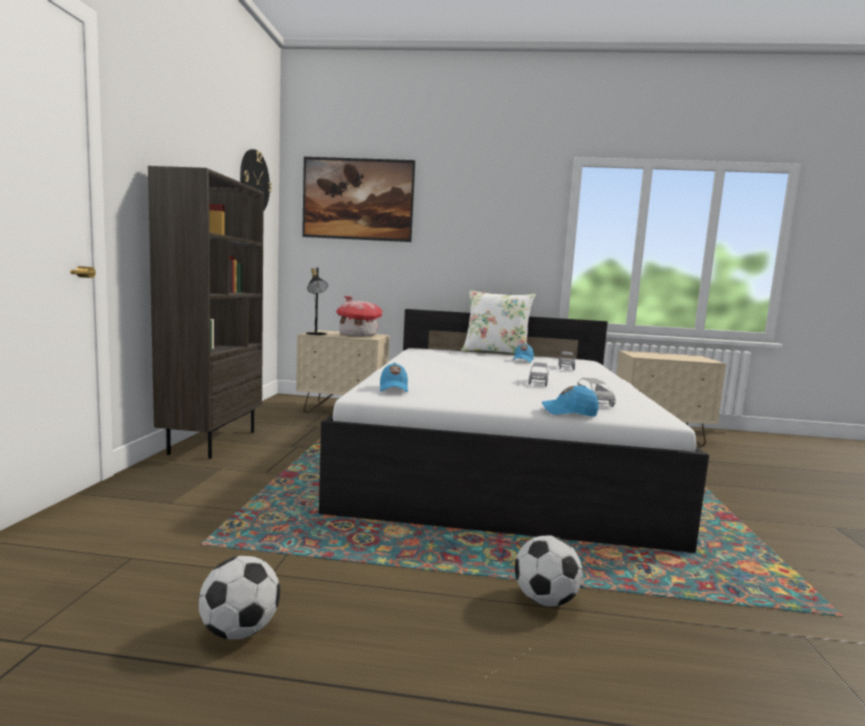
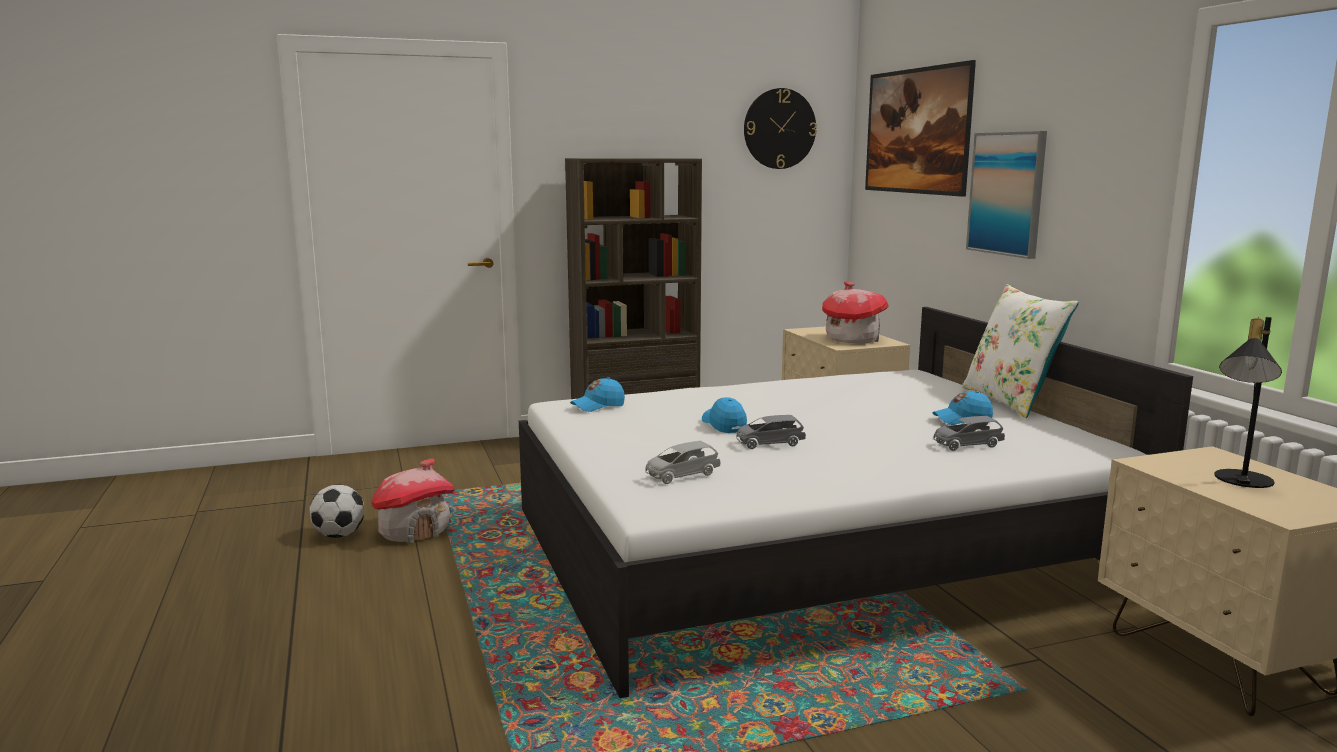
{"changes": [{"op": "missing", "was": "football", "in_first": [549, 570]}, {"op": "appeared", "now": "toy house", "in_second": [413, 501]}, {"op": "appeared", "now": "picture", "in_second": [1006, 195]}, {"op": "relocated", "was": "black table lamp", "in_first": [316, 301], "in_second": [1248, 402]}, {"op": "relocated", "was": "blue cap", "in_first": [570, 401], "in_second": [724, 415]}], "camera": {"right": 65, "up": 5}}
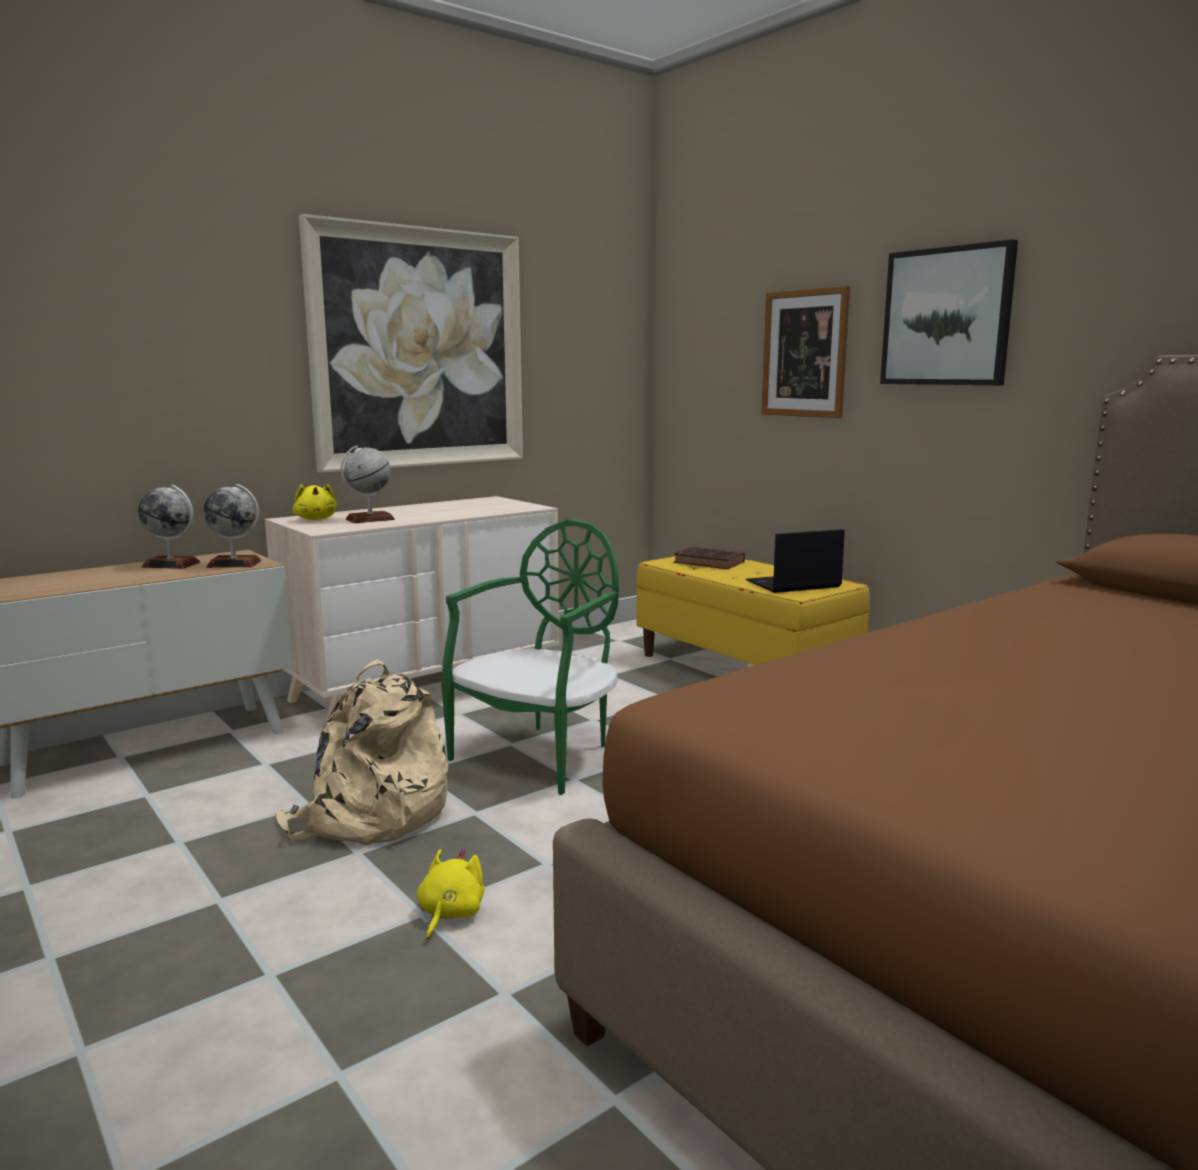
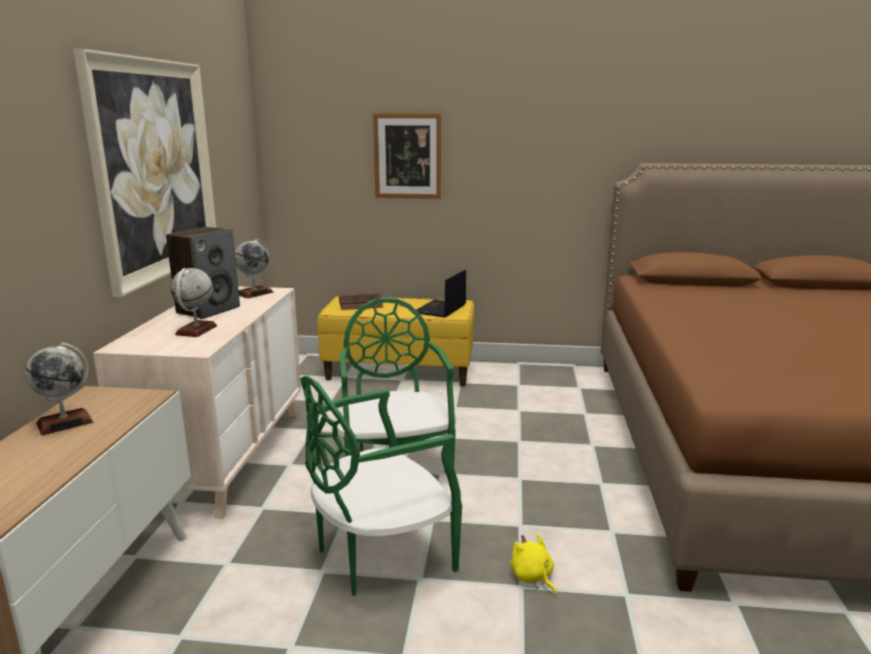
{"changes": [{"op": "missing", "was": "yellow plush toy", "in_first": [315, 502]}, {"op": "missing", "was": "picture", "in_first": [949, 312]}, {"op": "appeared", "now": "speaker", "in_second": [203, 273]}, {"op": "relocated", "was": "globe", "in_first": [232, 526], "in_second": [254, 268]}, {"op": "exchanged", "was": "beige backpack", "now": "green chair", "in_first": [361, 753], "in_second": [381, 485]}], "camera": {"right": -45, "up": 5}}
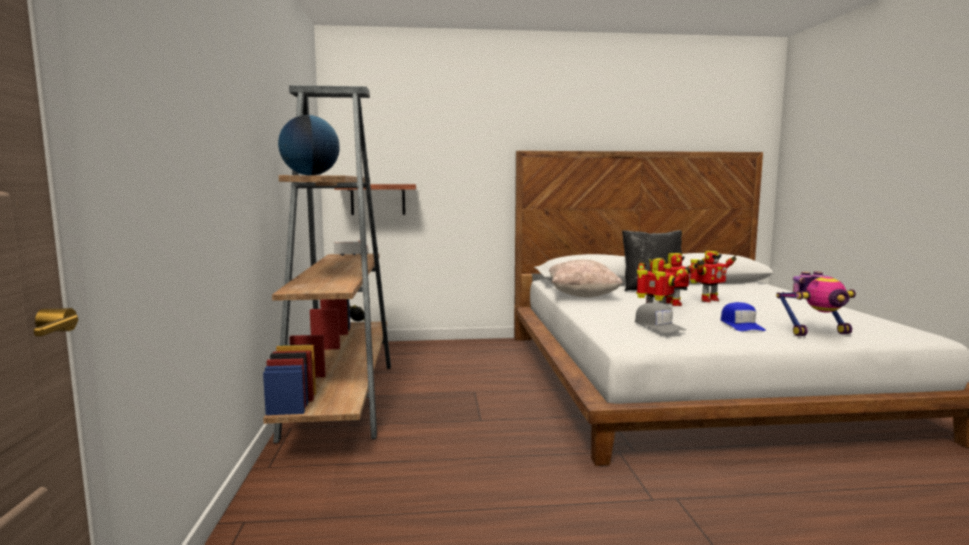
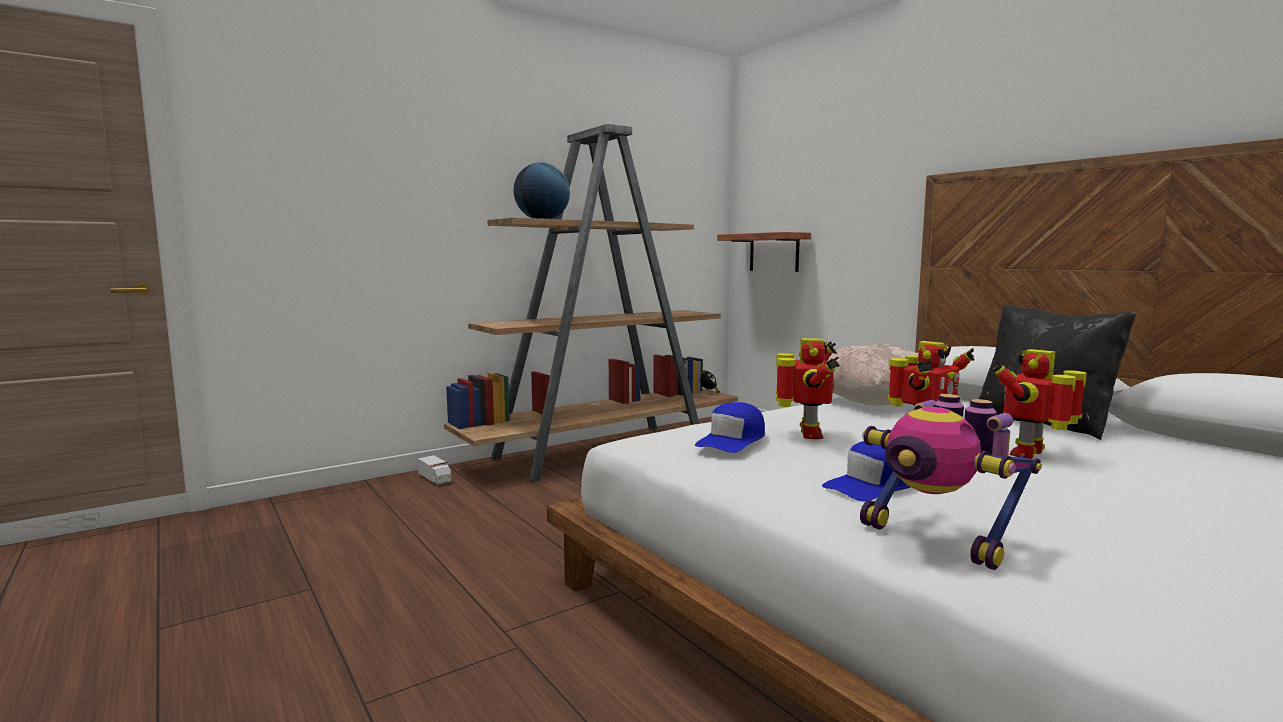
{"changes": [{"op": "relocated", "was": "toy truck", "in_first": [351, 248], "in_second": [434, 470]}, {"op": "colour", "was": "grey cap", "now": "blue cap", "in_first": [660, 317], "in_second": [730, 427]}, {"op": "spun", "was": "toy robot", "in_first": [713, 276], "in_second": [1039, 404], "clockwise": 105}], "camera": {"right": 60, "up": 0}}
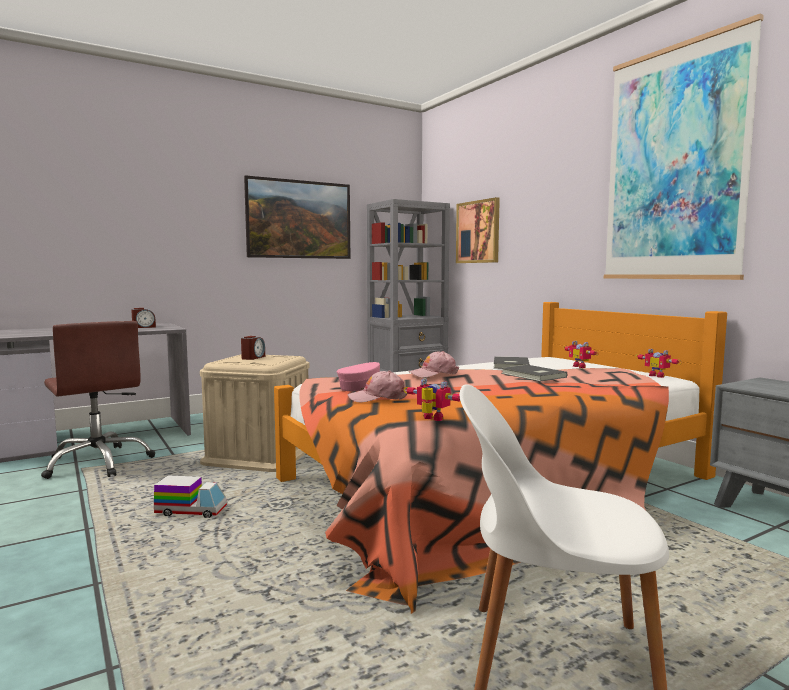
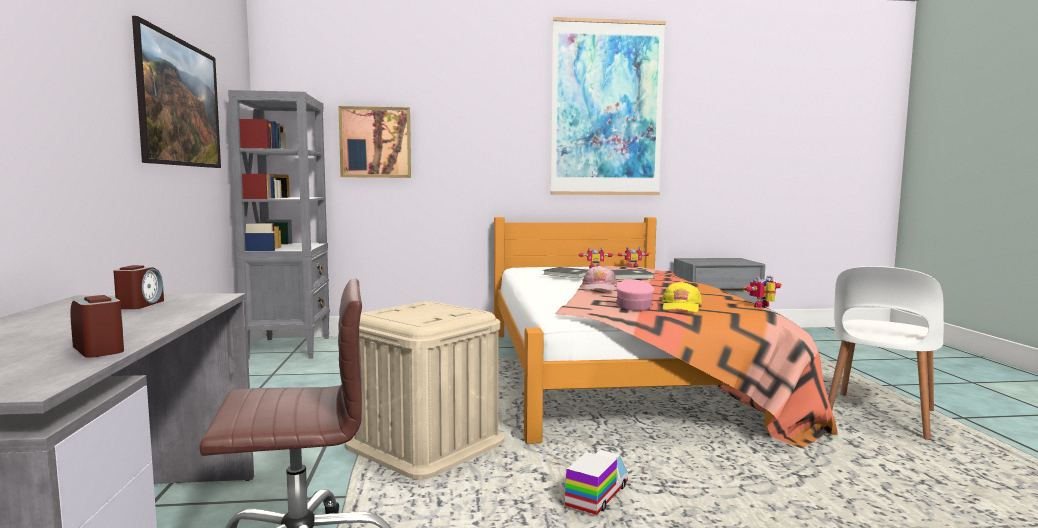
{"changes": [{"op": "relocated", "was": "alarm clock", "in_first": [253, 348], "in_second": [97, 326]}, {"op": "colour", "was": "pink cap", "now": "yellow cap", "in_first": [377, 387], "in_second": [681, 296]}], "camera": {"right": -65, "up": 0}}
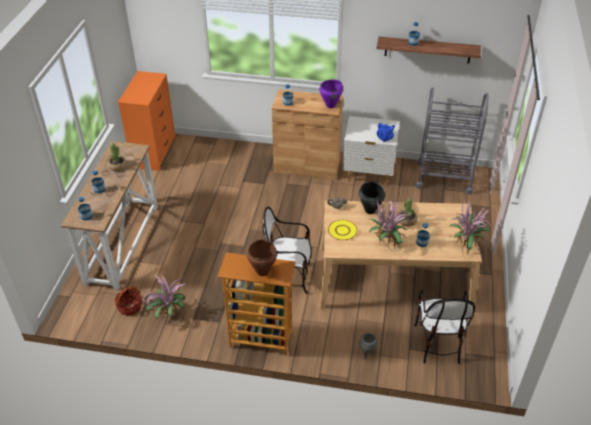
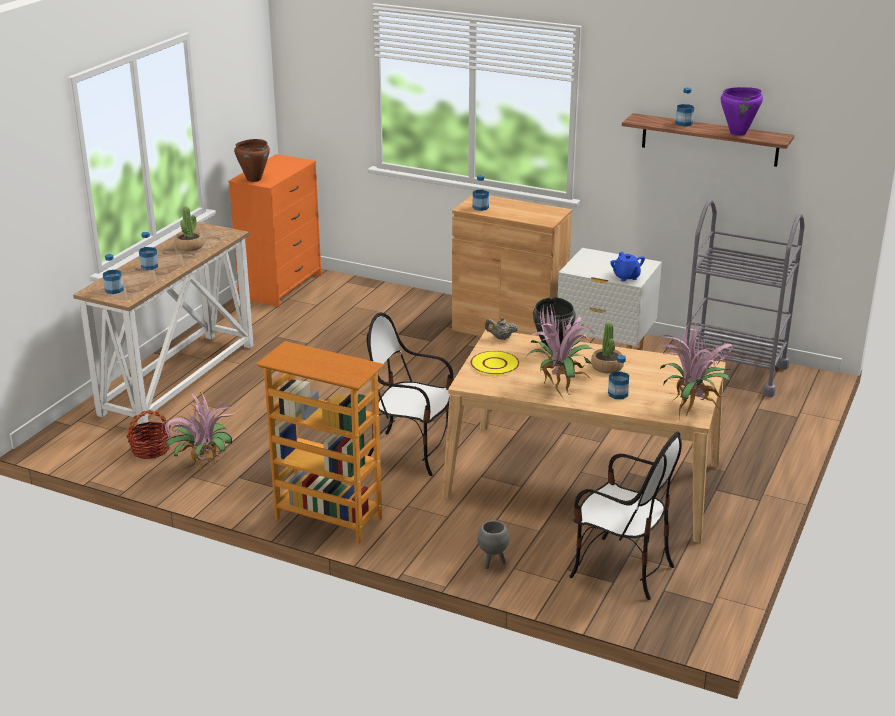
{"changes": [{"op": "relocated", "was": "brown cooking pot", "in_first": [262, 257], "in_second": [252, 160]}, {"op": "relocated", "was": "purple cooking pot", "in_first": [331, 94], "in_second": [742, 111]}, {"op": "spun", "was": "chair", "in_first": [444, 327], "in_second": [625, 515], "clockwise": -75}], "camera": {"right": 15, "up": -15}}
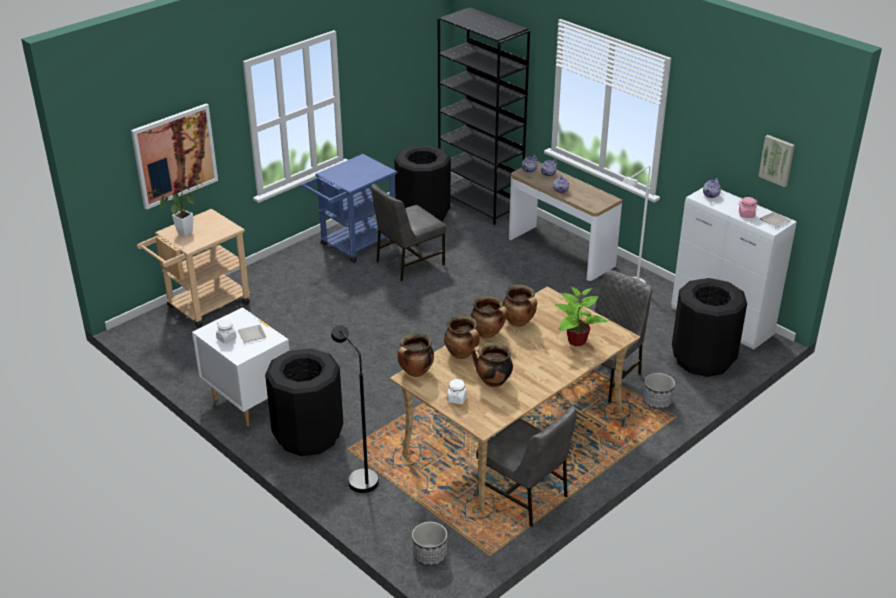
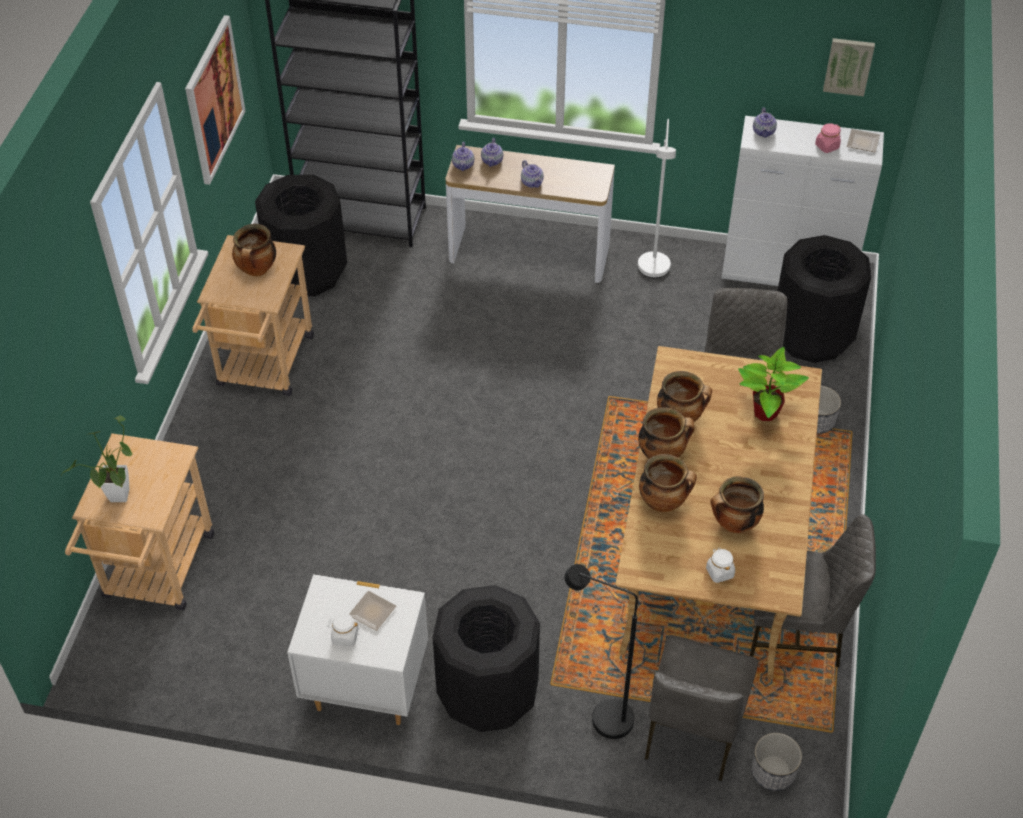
{"changes": [{"op": "relocated", "was": "picture", "in_first": [174, 157], "in_second": [215, 100]}, {"op": "relocated", "was": "grey chair", "in_first": [409, 232], "in_second": [701, 708]}, {"op": "relocated", "was": "cooking pot", "in_first": [416, 355], "in_second": [254, 250]}, {"op": "colour", "was": "blue cart", "now": "beige cart", "in_first": [349, 208], "in_second": [253, 315]}], "camera": {"right": -35, "up": 15}}
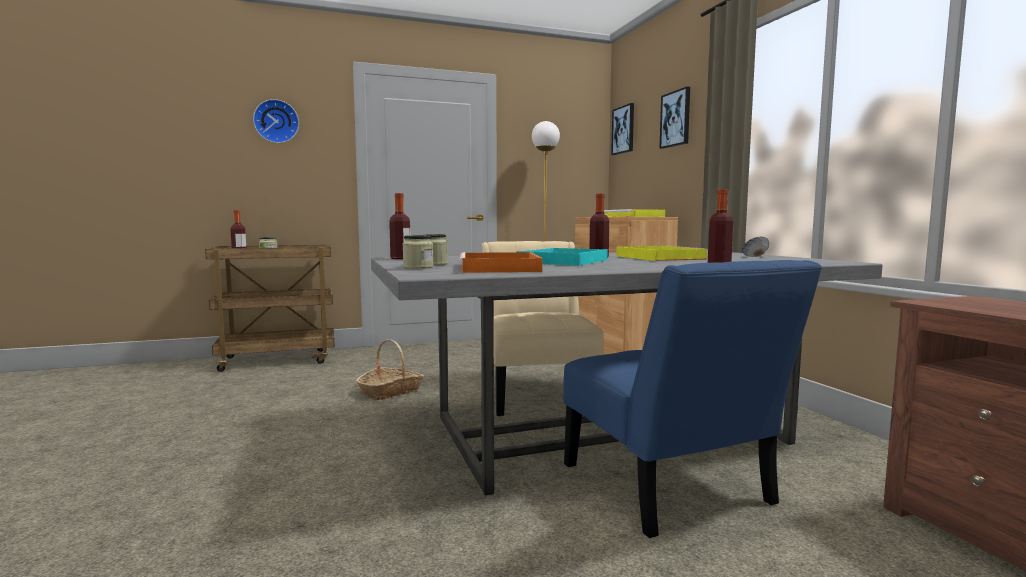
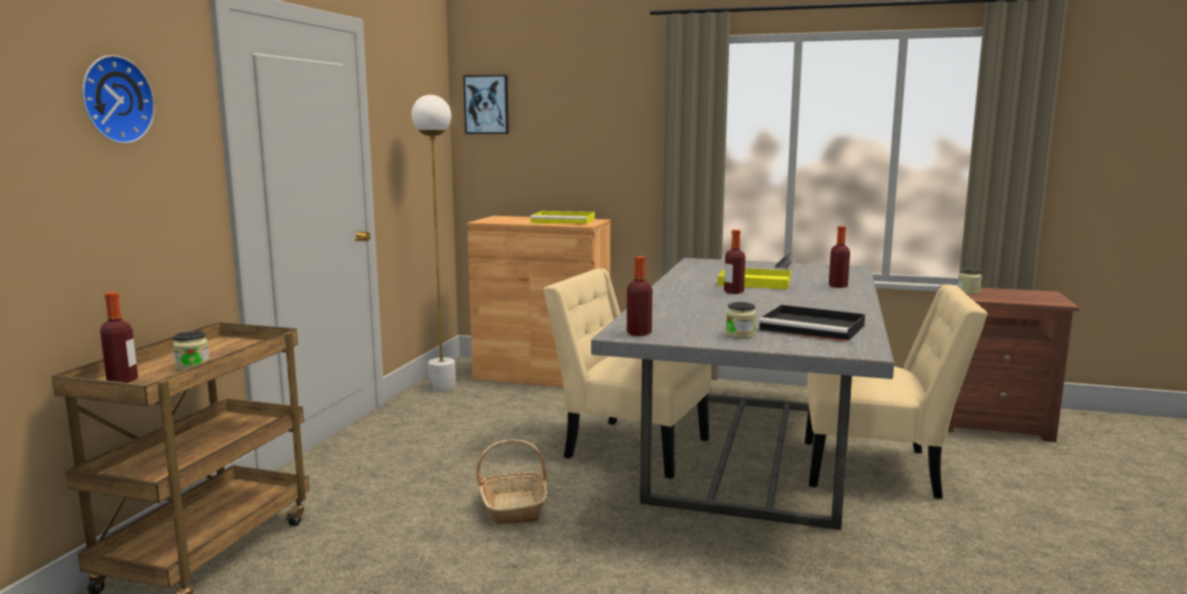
{"changes": [{"op": "missing", "was": "turquoise tray", "in_first": [562, 257]}, {"op": "missing", "was": "picture", "in_first": [674, 118]}, {"op": "relocated", "was": "jar", "in_first": [418, 252], "in_second": [970, 281]}, {"op": "colour", "was": "orange tray", "now": "black tray", "in_first": [500, 262], "in_second": [812, 323]}, {"op": "colour", "was": "blue chair", "now": "beige chair", "in_first": [692, 399], "in_second": [896, 391]}], "camera": {"right": -55, "up": 5}}
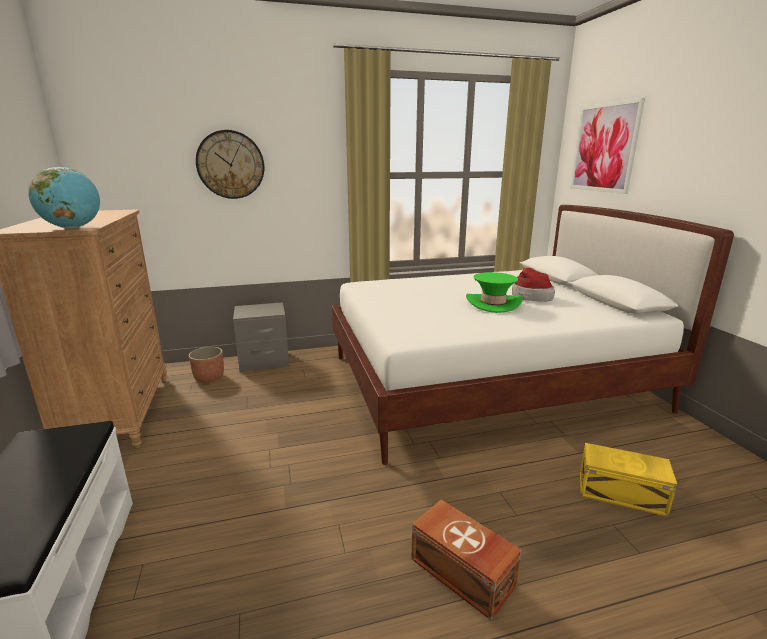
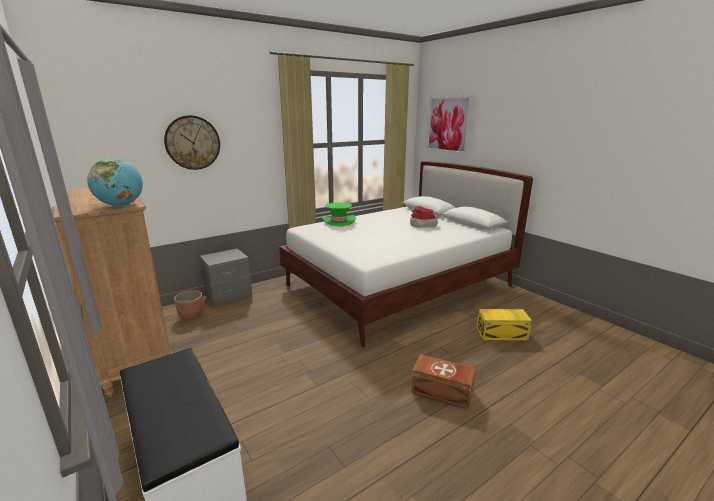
{"changes": [{"op": "relocated", "was": "green hat", "in_first": [494, 292], "in_second": [339, 214]}], "camera": {"right": -20, "up": 0}}
